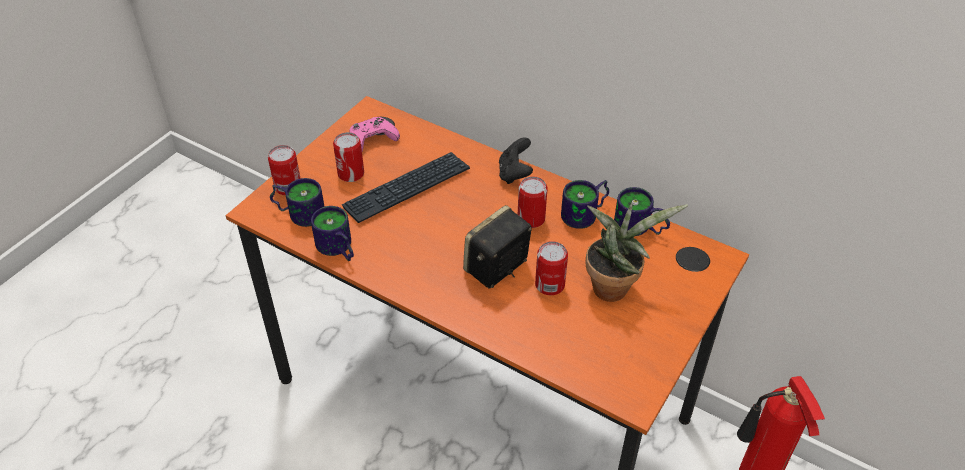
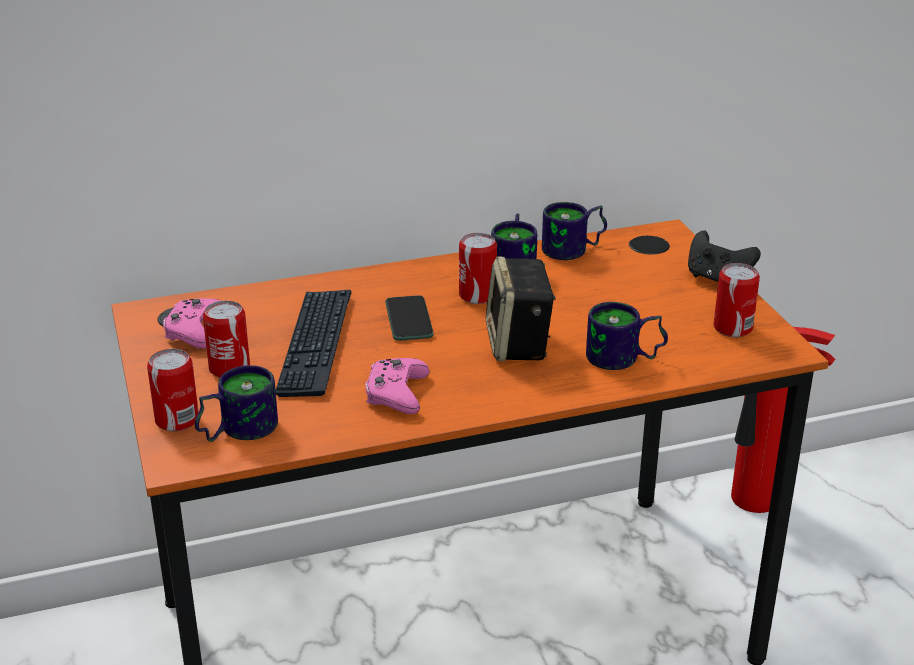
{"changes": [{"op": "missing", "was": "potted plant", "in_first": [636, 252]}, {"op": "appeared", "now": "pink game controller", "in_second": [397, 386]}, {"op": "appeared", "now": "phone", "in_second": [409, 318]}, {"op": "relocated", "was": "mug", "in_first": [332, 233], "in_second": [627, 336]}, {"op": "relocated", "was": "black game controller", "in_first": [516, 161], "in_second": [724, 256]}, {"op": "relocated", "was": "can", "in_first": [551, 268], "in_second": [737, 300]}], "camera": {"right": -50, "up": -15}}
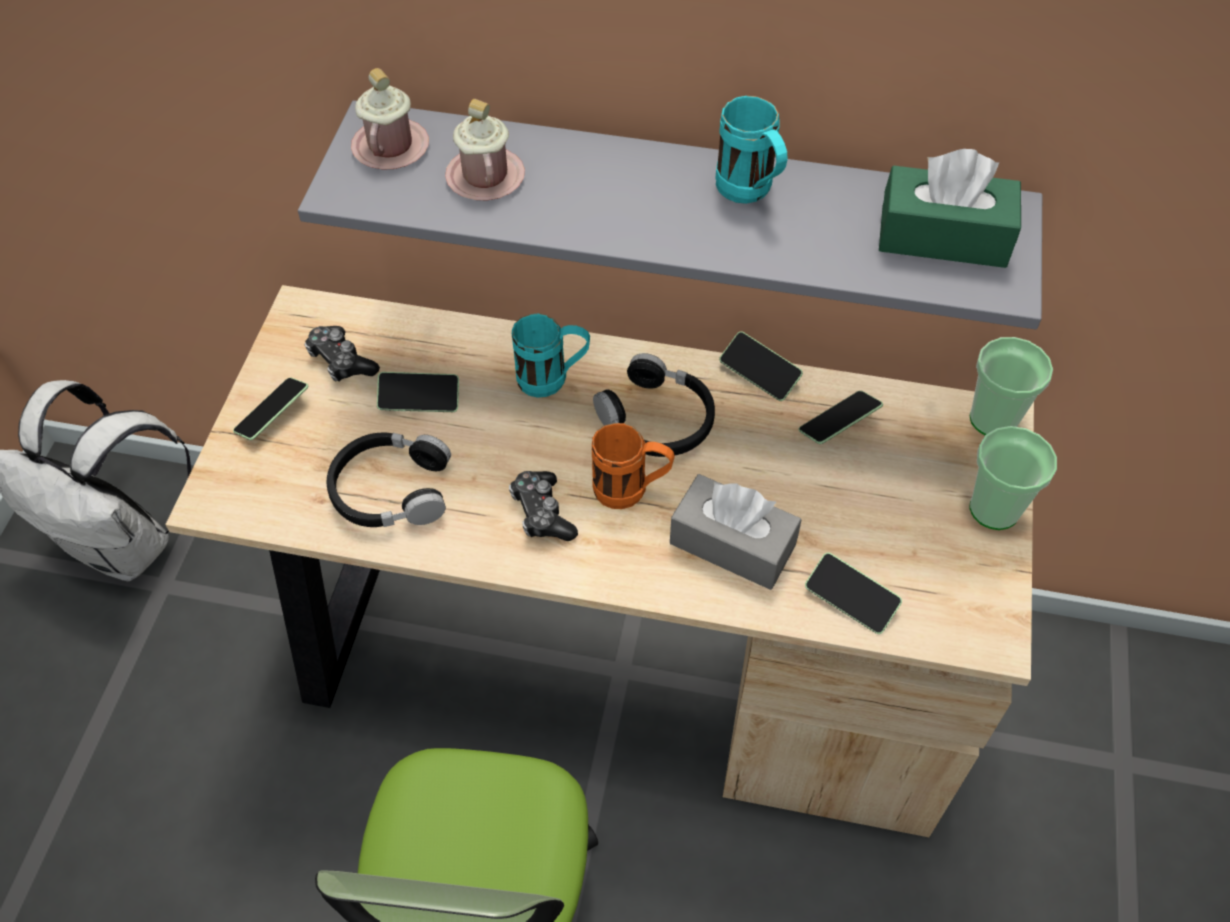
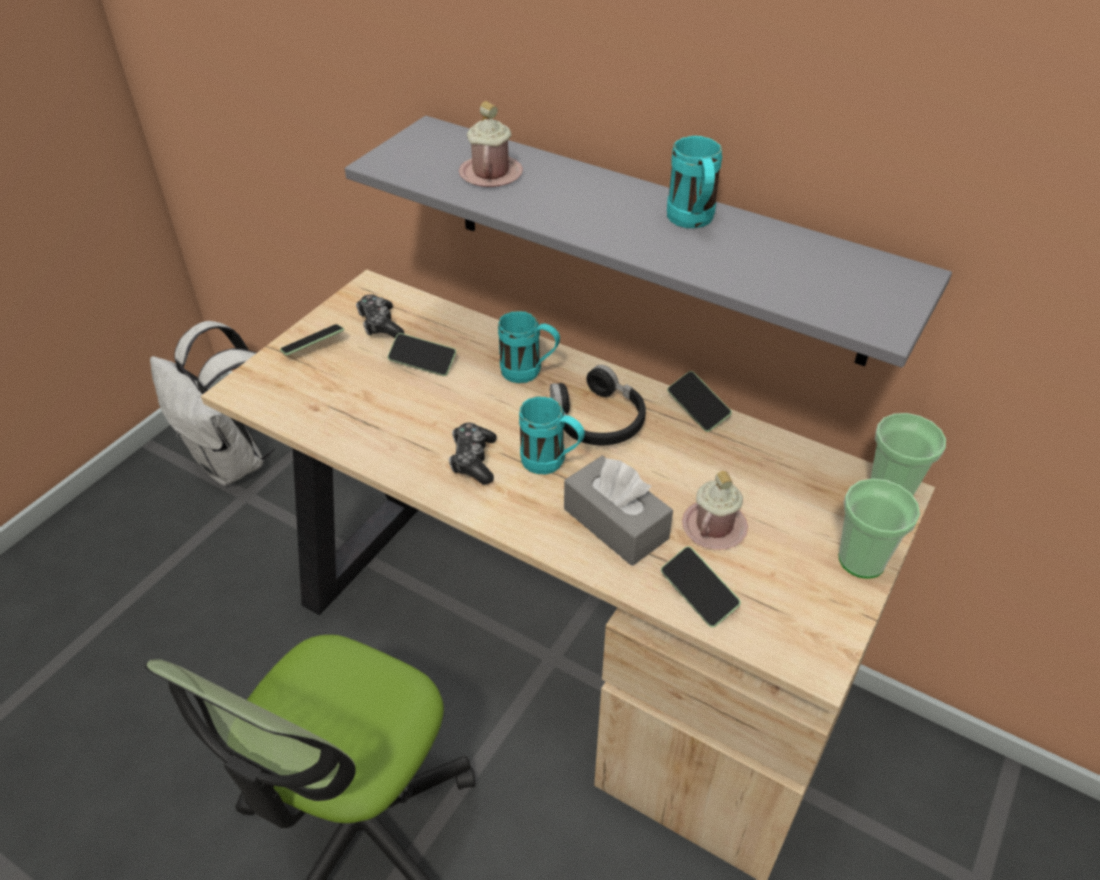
{"changes": [{"op": "missing", "was": "black headphones", "in_first": [389, 480]}, {"op": "missing", "was": "phone", "in_first": [840, 417]}, {"op": "missing", "was": "green tissue box", "in_first": [950, 208]}, {"op": "relocated", "was": "pink mug", "in_first": [390, 119], "in_second": [715, 510]}, {"op": "colour", "was": "orange mug", "now": "turquoise mug", "in_first": [633, 466], "in_second": [552, 435]}], "camera": {"right": 20, "up": -10}}
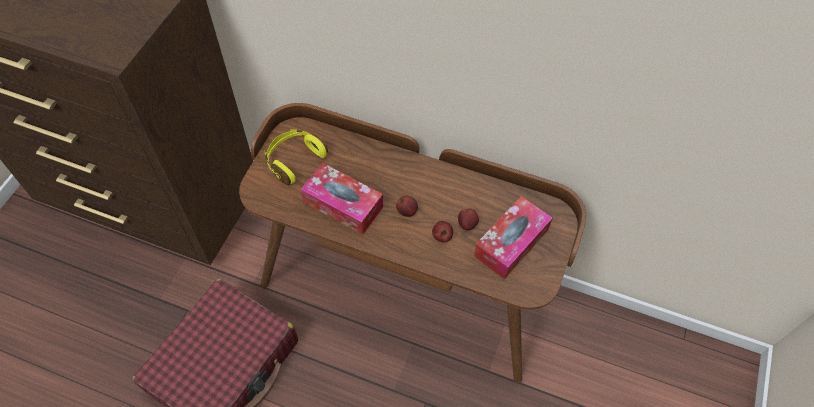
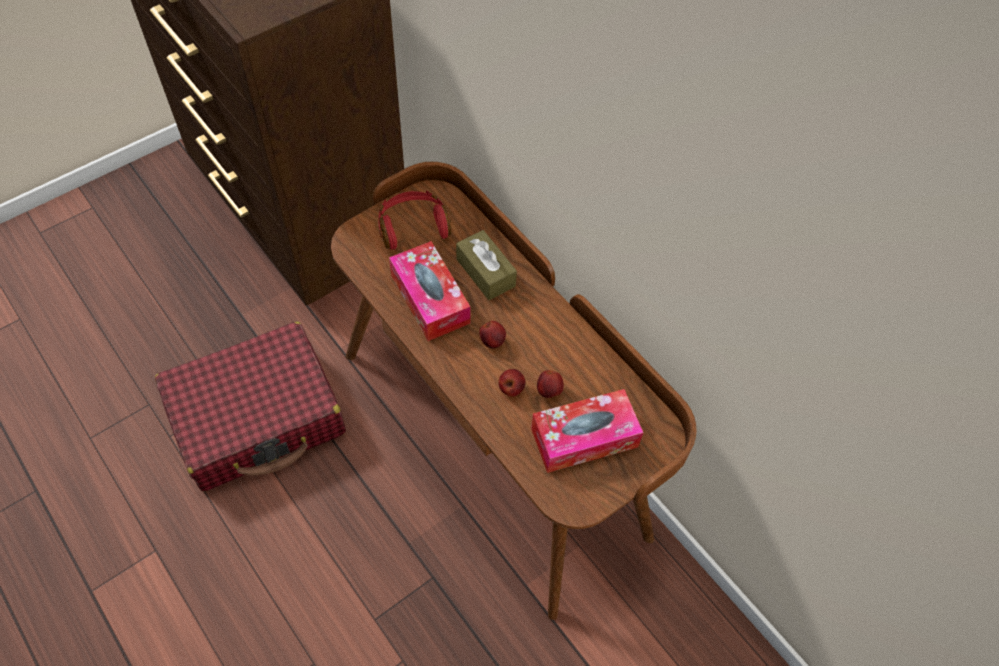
{"changes": [{"op": "appeared", "now": "brown tissue box", "in_second": [486, 265]}, {"op": "colour", "was": "yellow headphones", "now": "red headphones", "in_first": [296, 157], "in_second": [414, 220]}], "camera": {"right": 30, "up": 0}}
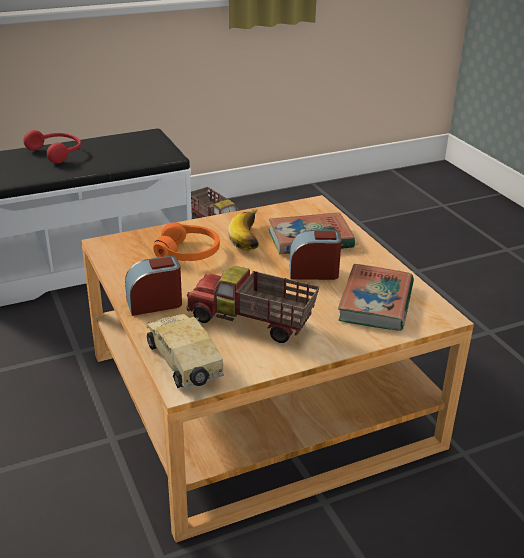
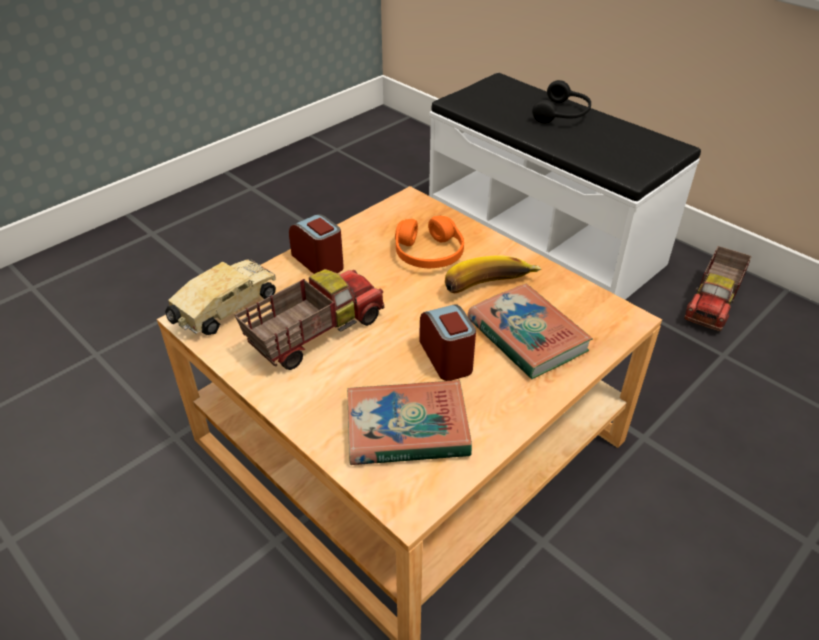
{"changes": [{"op": "colour", "was": "red headphones", "now": "black headphones", "in_first": [52, 147], "in_second": [561, 101]}, {"op": "spun", "was": "toy truck", "in_first": [253, 304], "in_second": [309, 319], "clockwise": 45}], "camera": {"right": 70, "up": 10}}
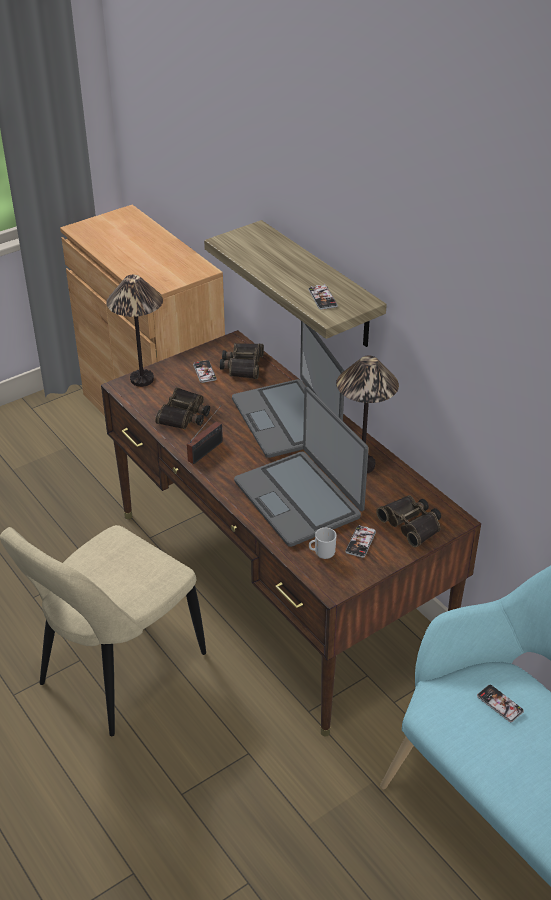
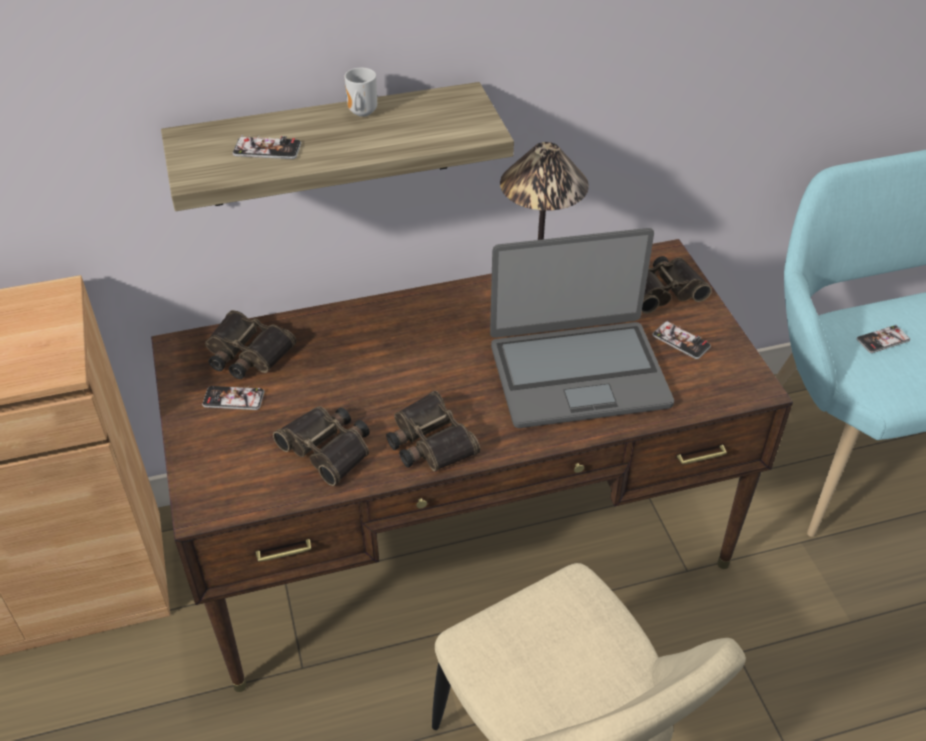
{"changes": [{"op": "missing", "was": "table lamp", "in_first": [134, 331]}, {"op": "missing", "was": "laptop", "in_first": [288, 389]}, {"op": "relocated", "was": "phone", "in_first": [323, 297], "in_second": [267, 147]}, {"op": "relocated", "was": "mug", "in_first": [323, 543], "in_second": [360, 92]}, {"op": "exchanged", "was": "radio", "now": "binoculars", "in_first": [205, 434], "in_second": [433, 431]}], "camera": {"right": -70, "up": 5}}
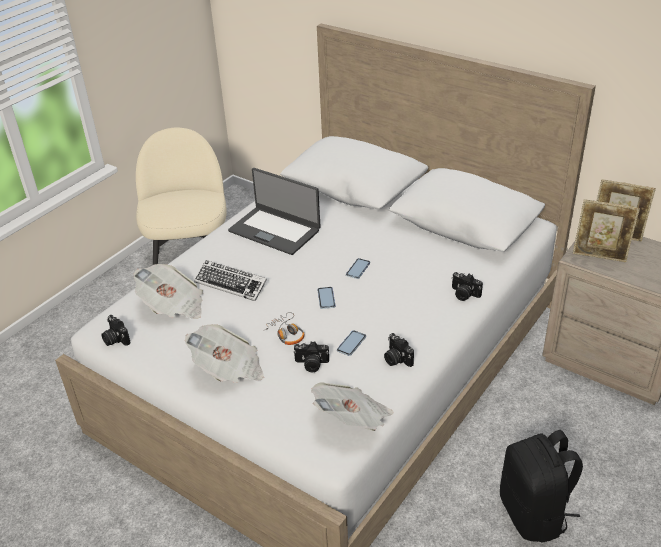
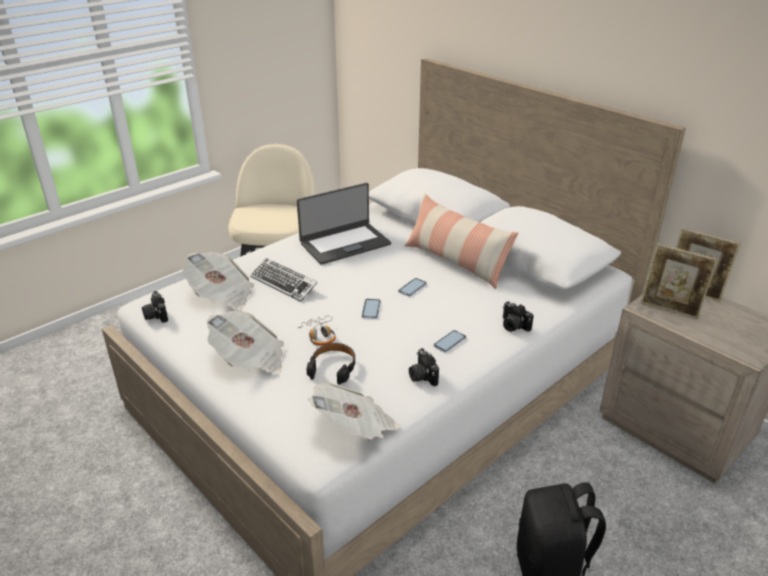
{"changes": [{"op": "appeared", "now": "pillow", "in_second": [461, 241]}, {"op": "relocated", "was": "phone", "in_first": [351, 343], "in_second": [449, 341]}, {"op": "exchanged", "was": "photo camera", "now": "black headphones", "in_first": [311, 356], "in_second": [331, 364]}, {"op": "spun", "was": "laptop", "in_first": [274, 211], "in_second": [344, 224], "clockwise": -75}], "camera": {"right": 10, "up": -5}}
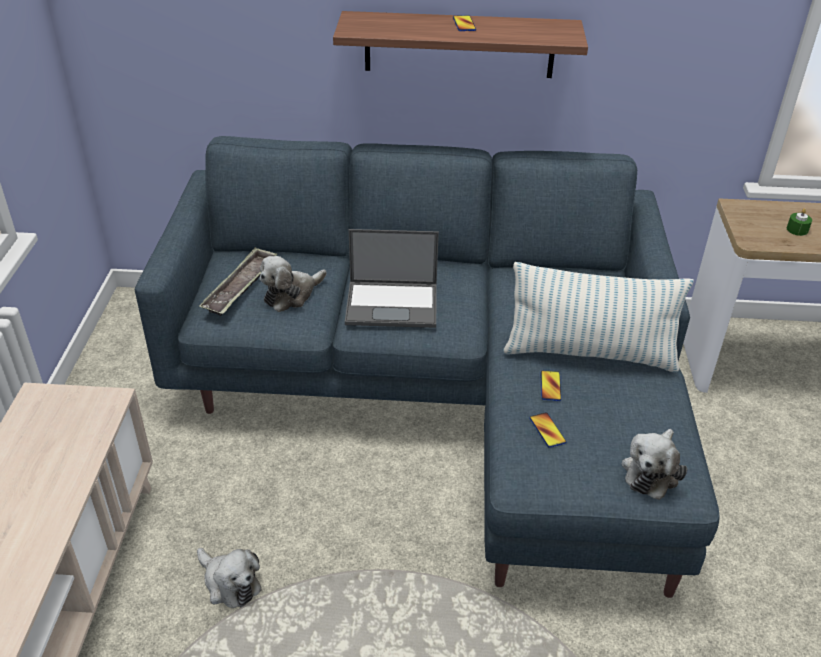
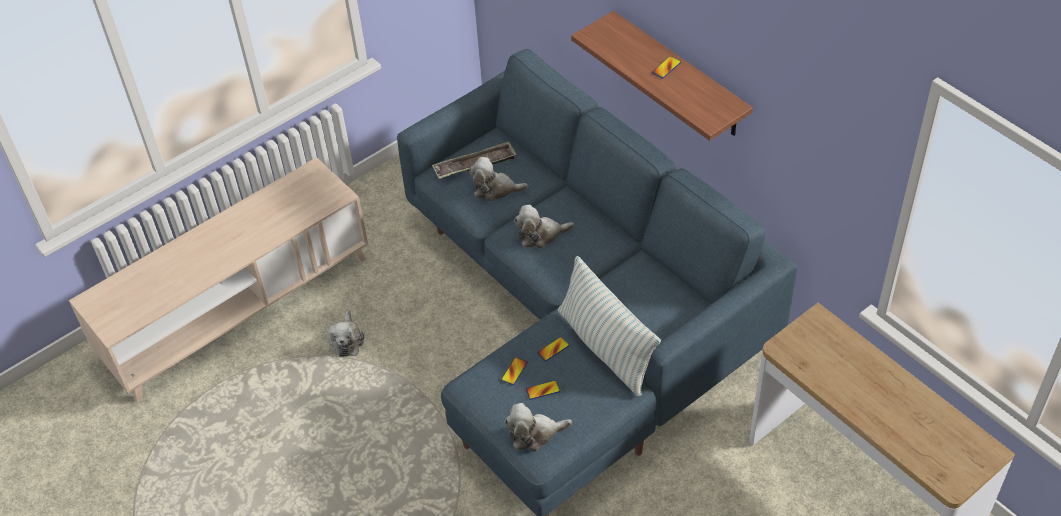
{"changes": [{"op": "missing", "was": "green candle", "in_first": [799, 222]}, {"op": "appeared", "now": "phone", "in_second": [543, 390]}, {"op": "exchanged", "was": "laptop", "now": "plush toy", "in_first": [392, 278], "in_second": [544, 226]}], "camera": {"right": 50, "up": 10}}
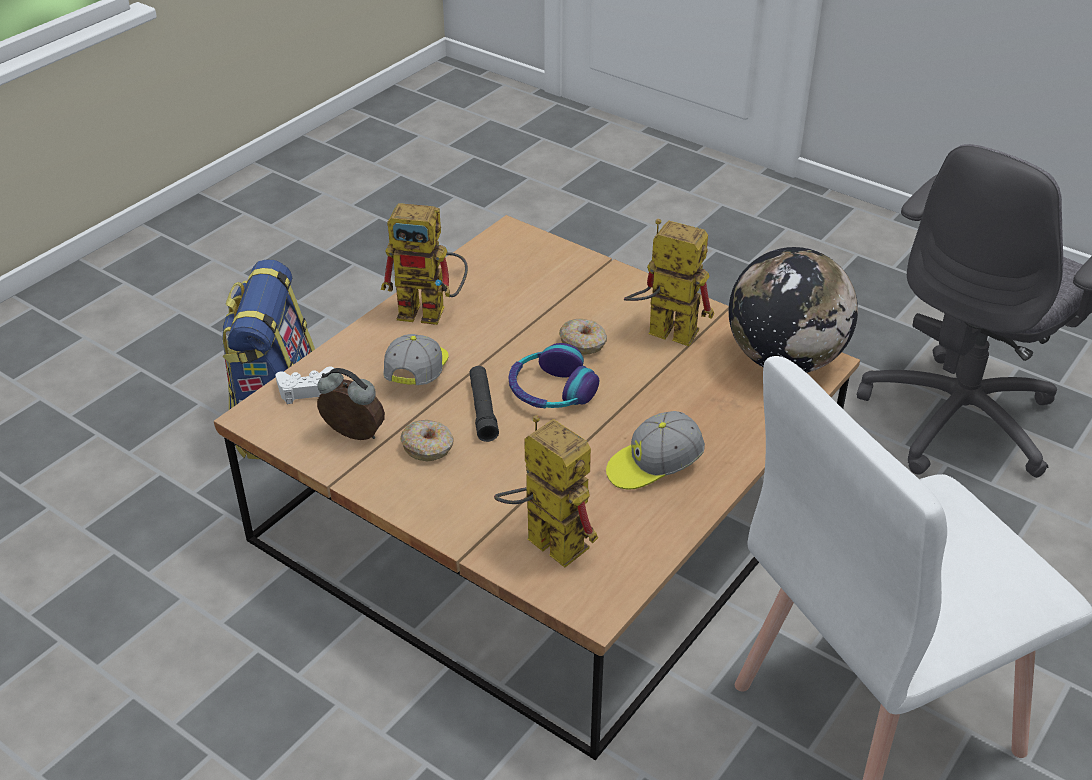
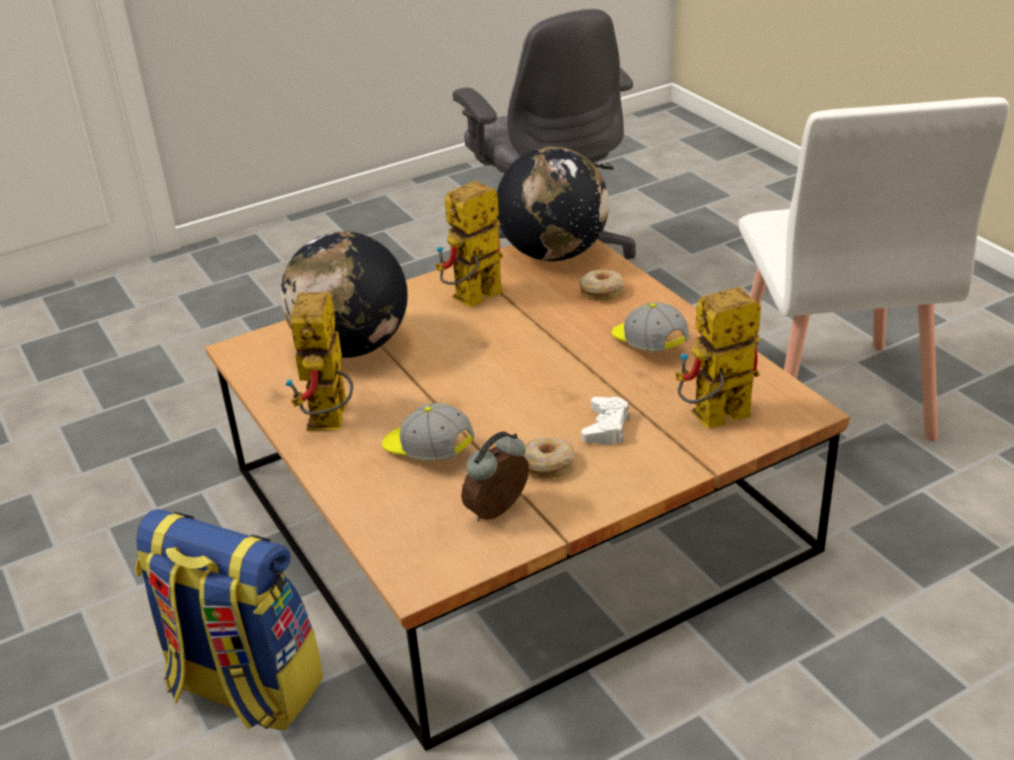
{"changes": [{"op": "missing", "was": "black flashlight", "in_first": [484, 404]}, {"op": "missing", "was": "headphones", "in_first": [554, 375]}, {"op": "appeared", "now": "globe", "in_second": [344, 294]}, {"op": "relocated", "was": "white game controller", "in_first": [304, 385], "in_second": [605, 421]}, {"op": "relocated", "was": "donut", "in_first": [583, 337], "in_second": [602, 284]}, {"op": "spun", "was": "toy robot", "in_first": [424, 264], "in_second": [318, 361], "clockwise": 150}, {"op": "spun", "was": "cap", "in_first": [655, 450], "in_second": [650, 326], "clockwise": 150}], "camera": {"right": -65, "up": -5}}
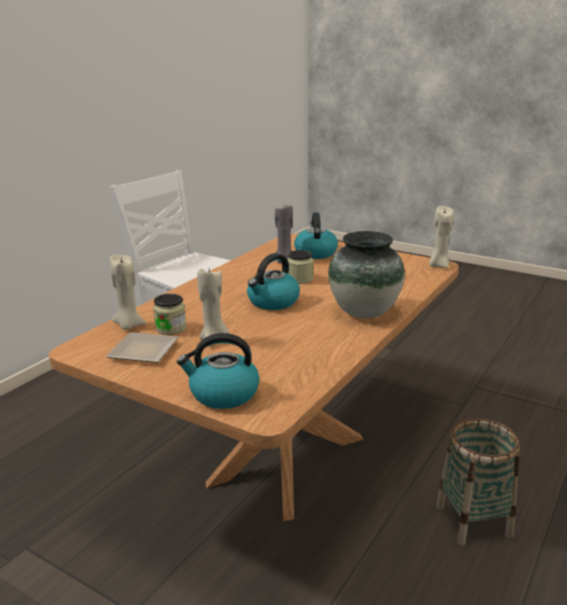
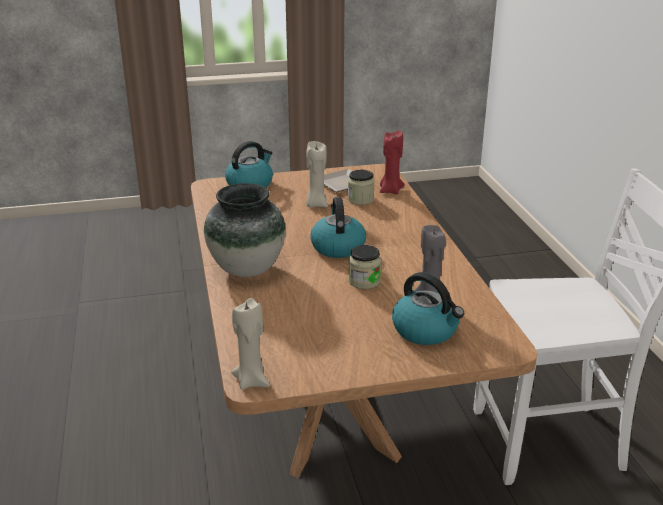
{"changes": [{"op": "missing", "was": "basket", "in_first": [478, 482]}, {"op": "colour", "was": "beige candle", "now": "red candle", "in_first": [128, 292], "in_second": [392, 162]}], "camera": {"right": 135, "up": 5}}
